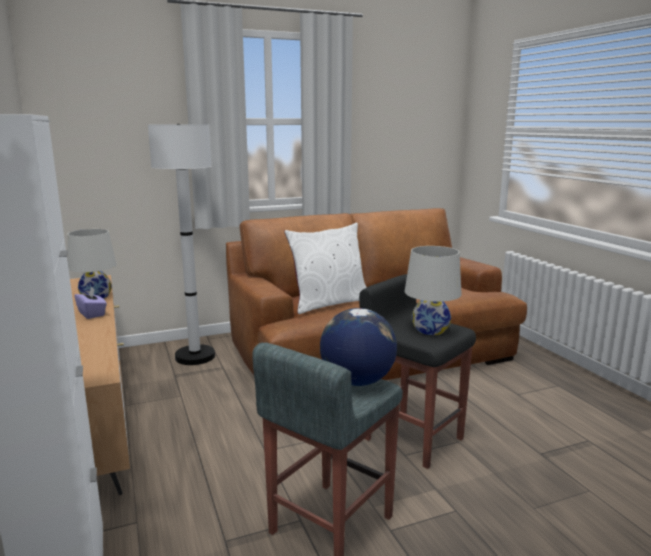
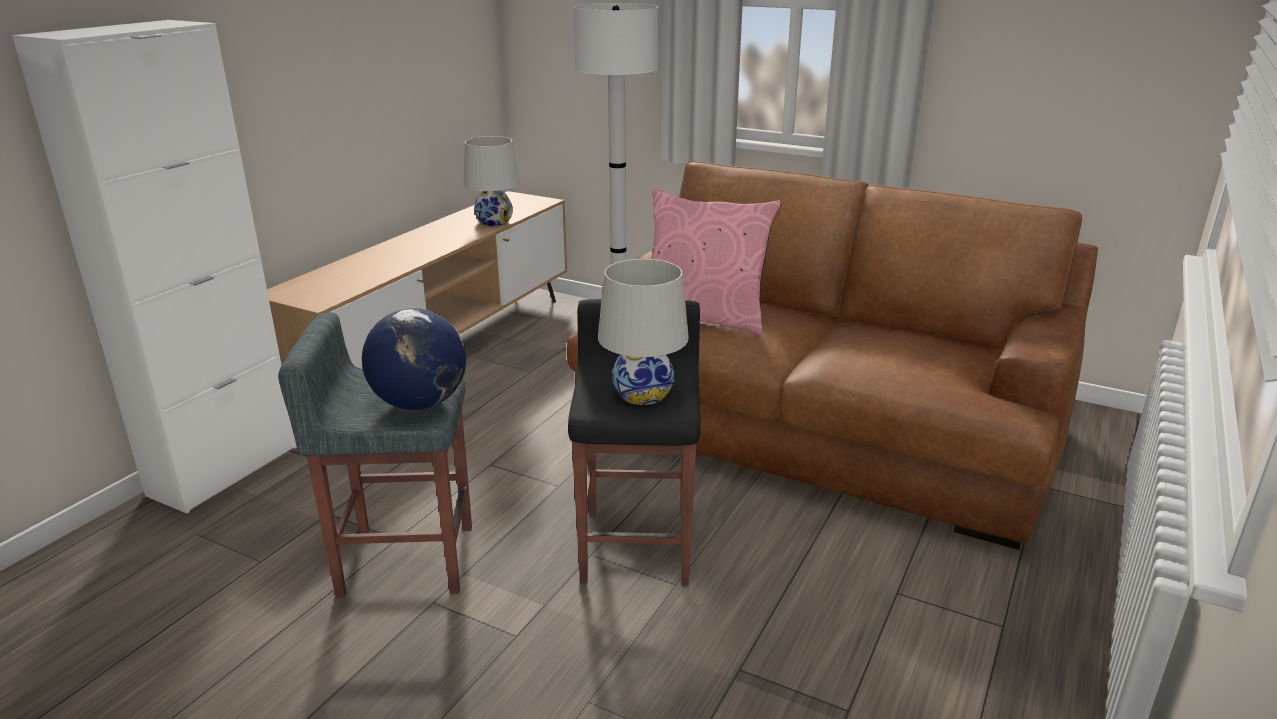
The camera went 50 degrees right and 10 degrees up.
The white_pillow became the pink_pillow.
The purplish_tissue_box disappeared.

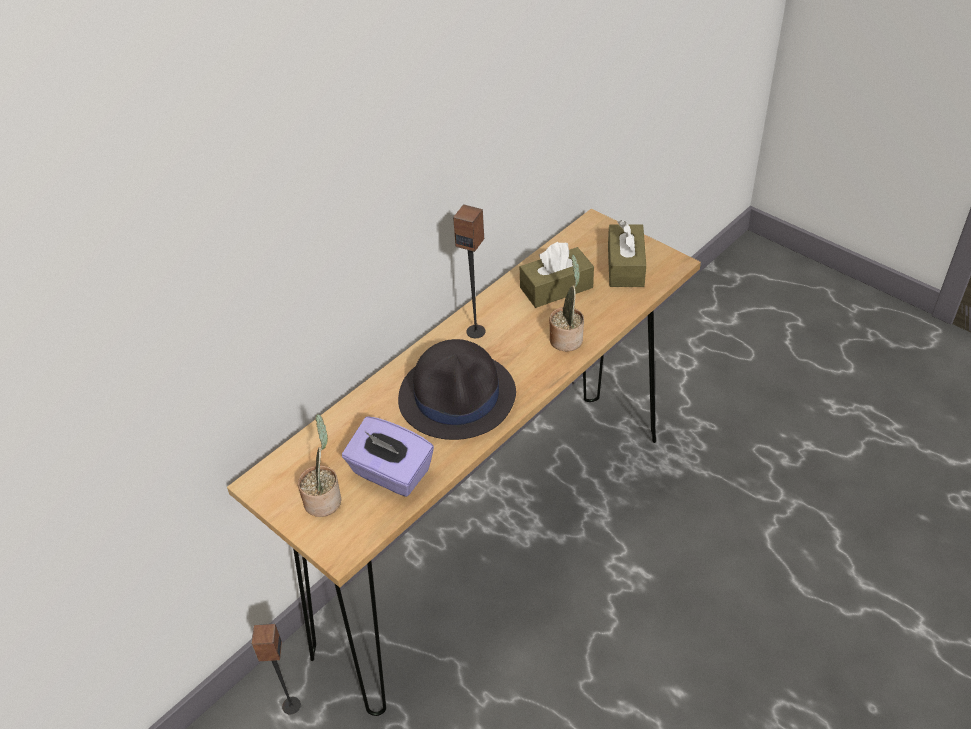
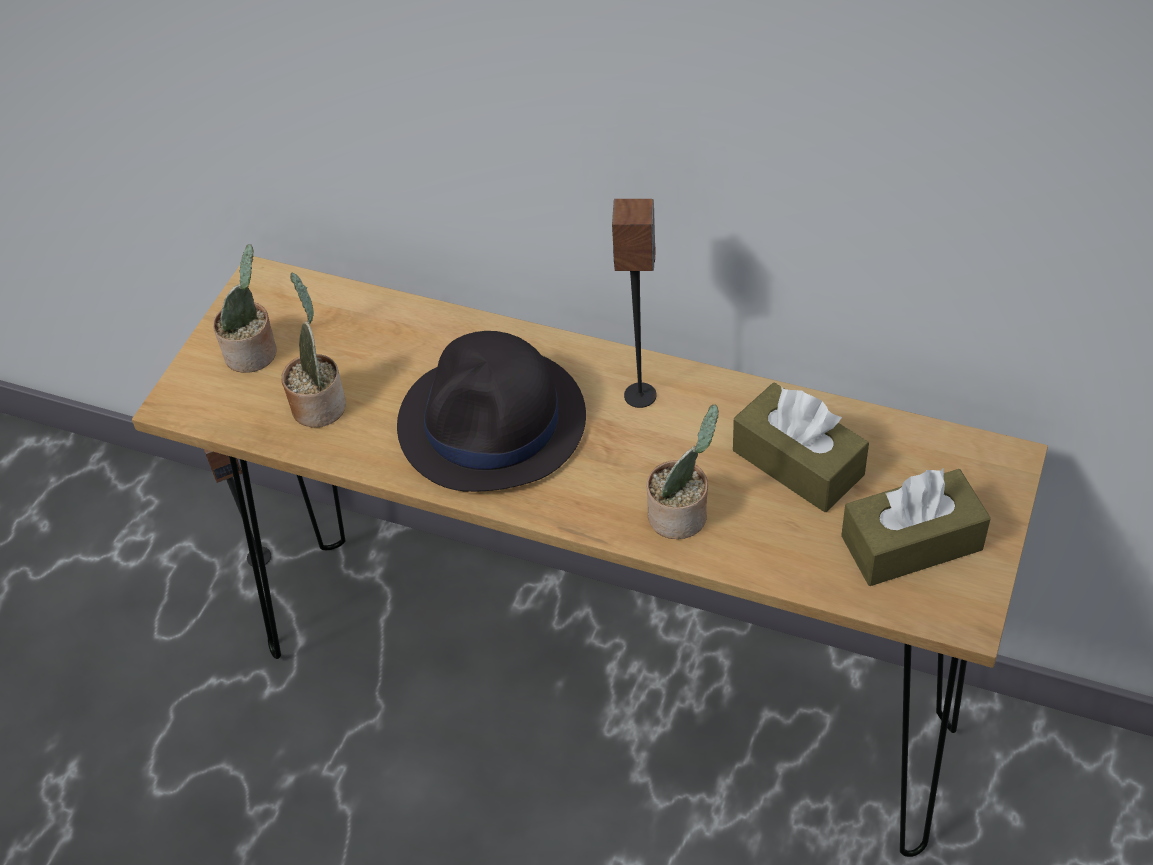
The camera went 70 degrees right and 5 degrees up.
The purplish_tissue_box was replaced by the potted_plant (2nd from left).

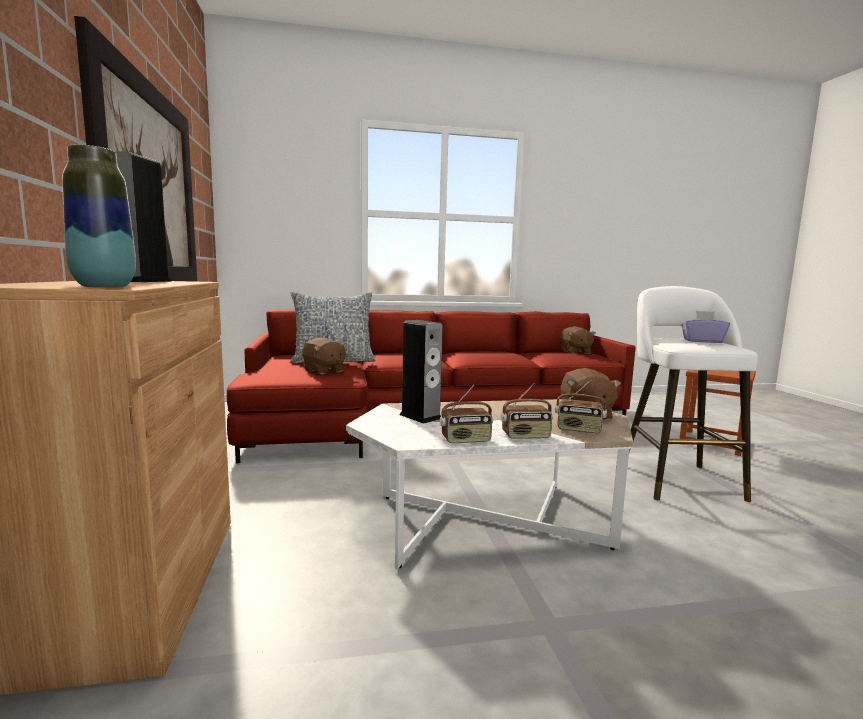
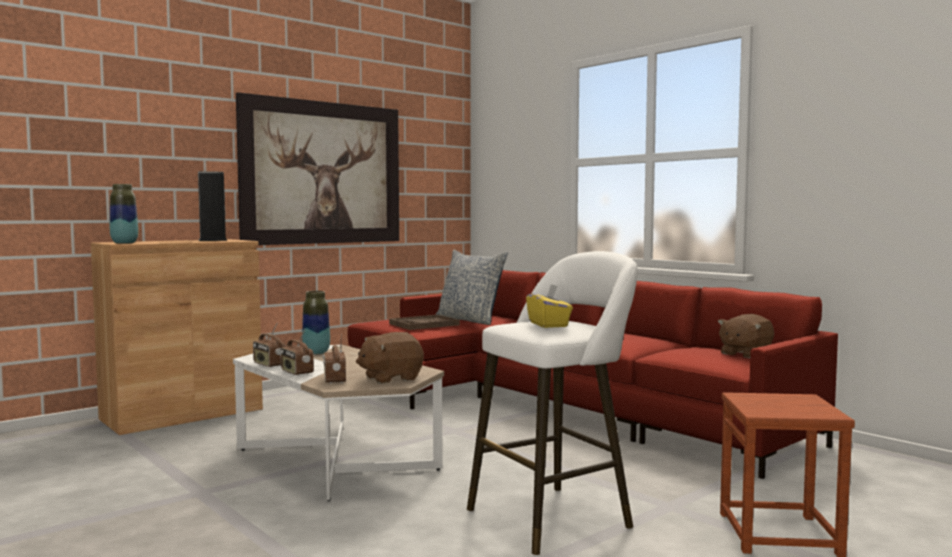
The camera went 60 degrees right and 5 degrees down.
The purplish_tissue_box became the yellow_tissue_box.
The loudspeaker (2nd from left) was replaced by the flower_vase (2nd from left).
The brownish_soft_toy (1st from left) was replaced by the brownish_serving_tray.

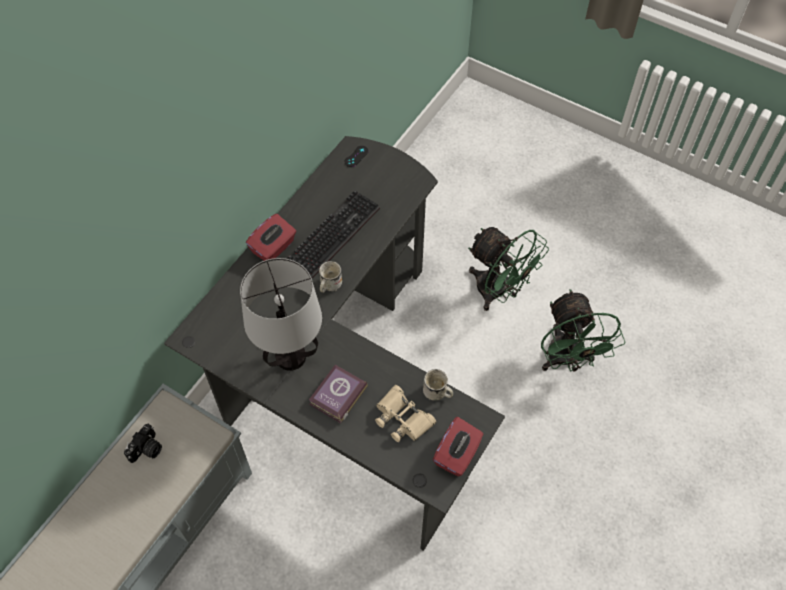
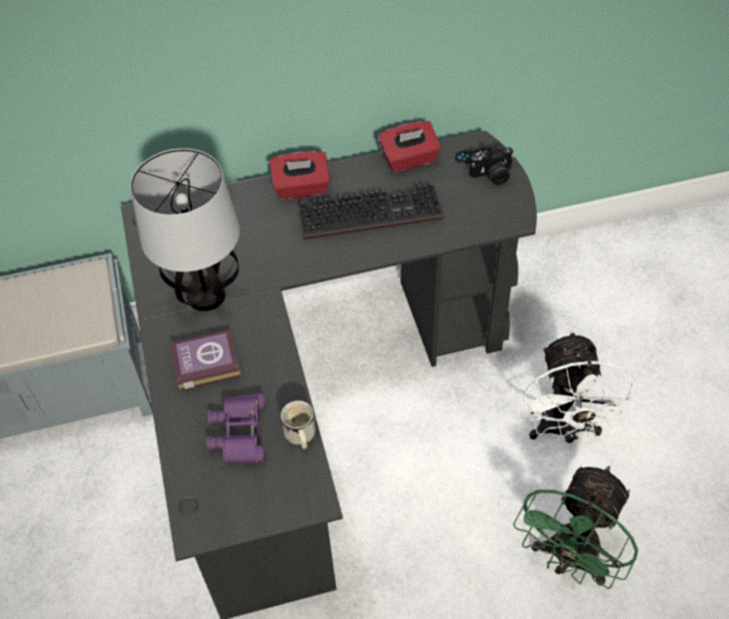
The camera went 45 degrees right and 5 degrees down.
The green_fan (1st from left) became the white_fan.
The white_tea_mug (1st from left) disappeared.
The beige_binoculars became the purplish_binoculars.
The reddish_tissue_box (2nd from left) moved.
The still_camera moved.

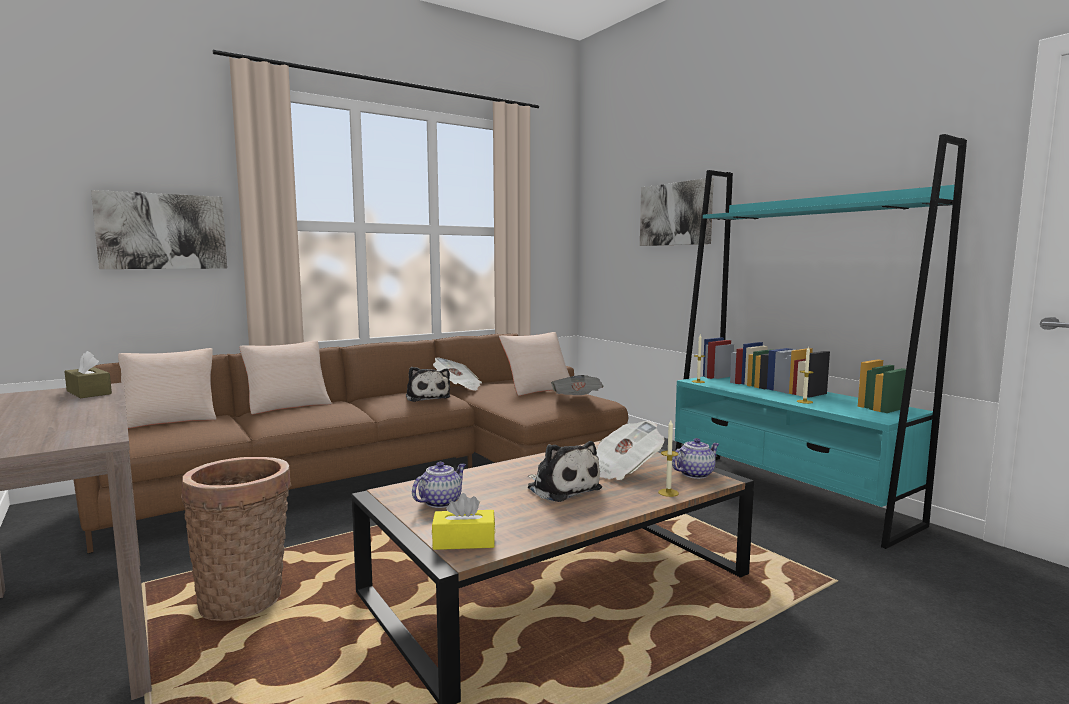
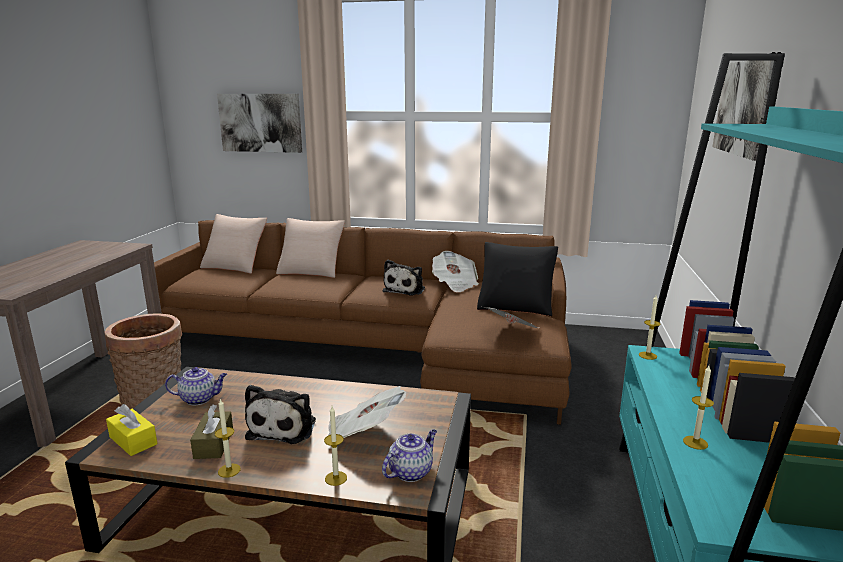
The camera went 45 degrees right and 10 degrees up.
The beige_pillow (3rd from left) became the black_pillow.
The brownish_tissue_box moved.
The teapot (2nd from left) turned 60 degrees counterclockwise.
The candle (1st from left) appeared.

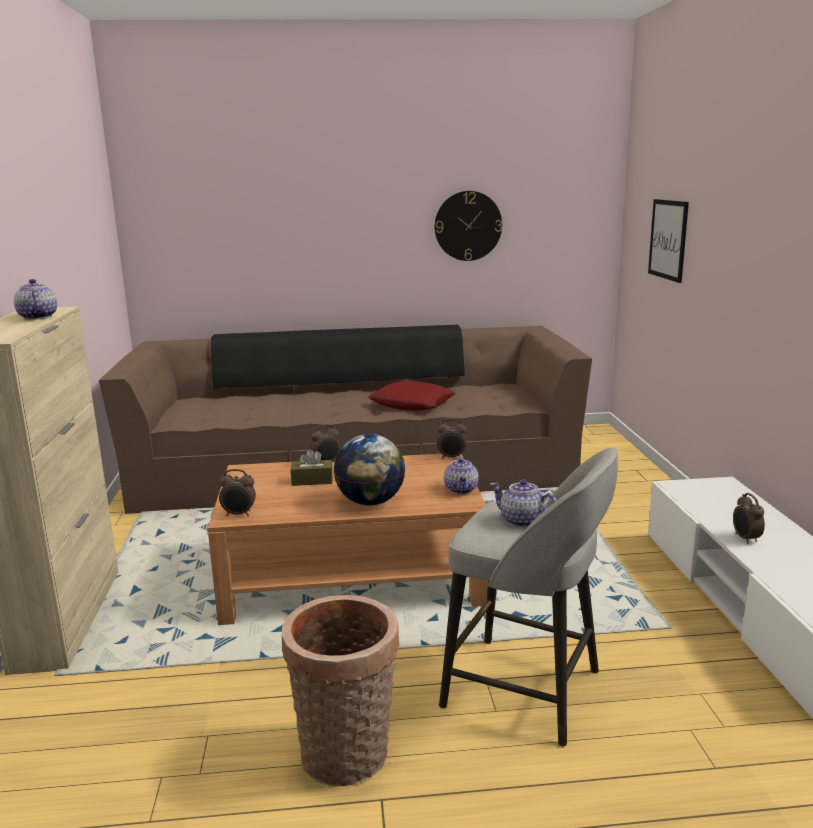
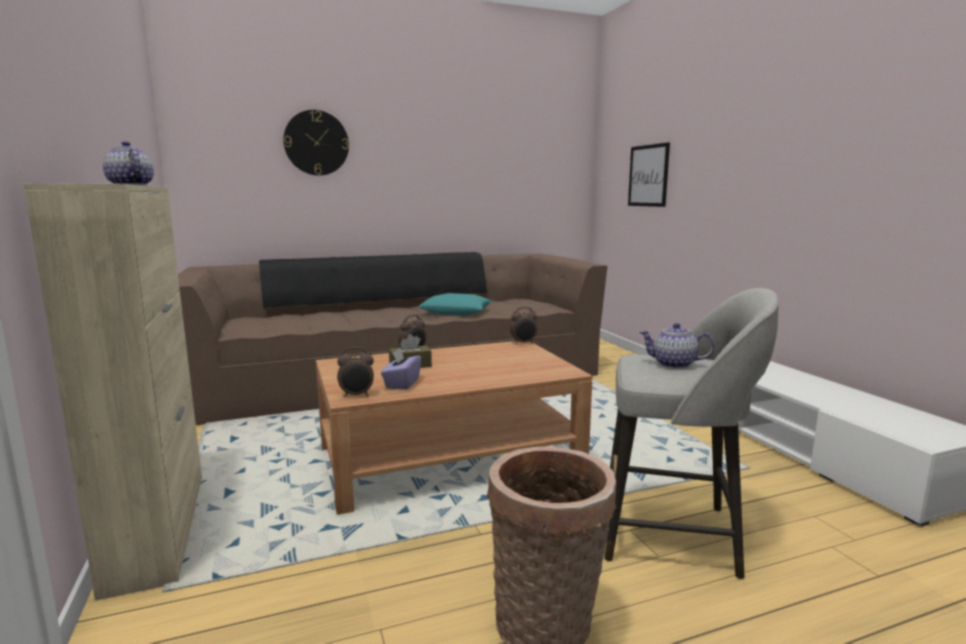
The camera went 15 degrees left and 5 degrees down.
The wall_clock moved.
The reddish_pillow became the turquoise_pillow.
The desk_globe disappeared.
The teapot (2nd from left) disappeared.
The alarm_clock (4th from left) disappeared.
The purplish_tissue_box appeared.

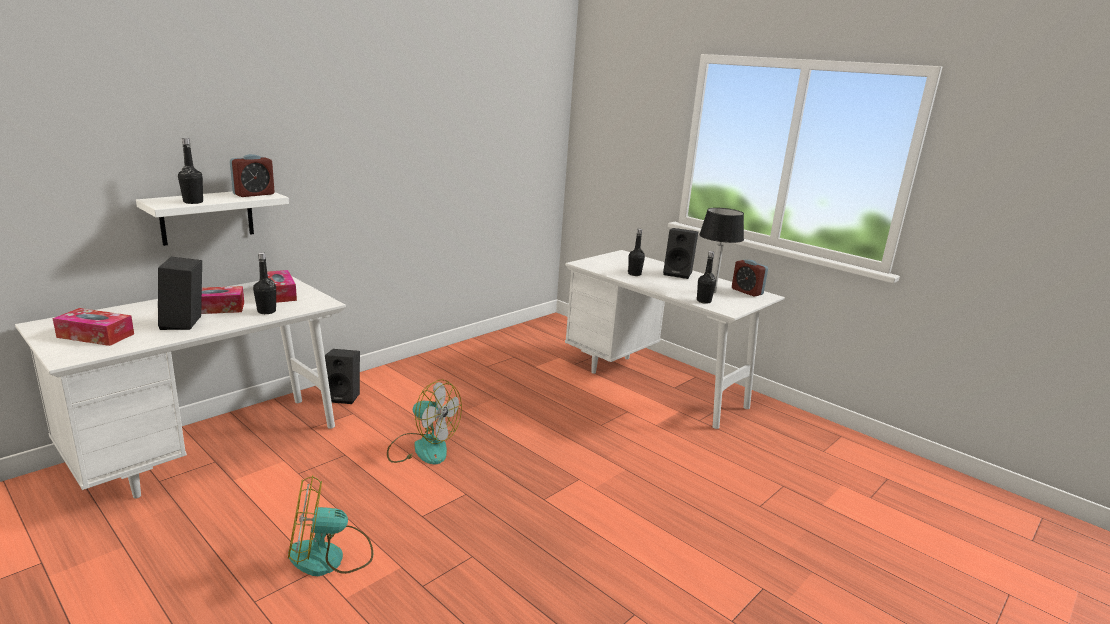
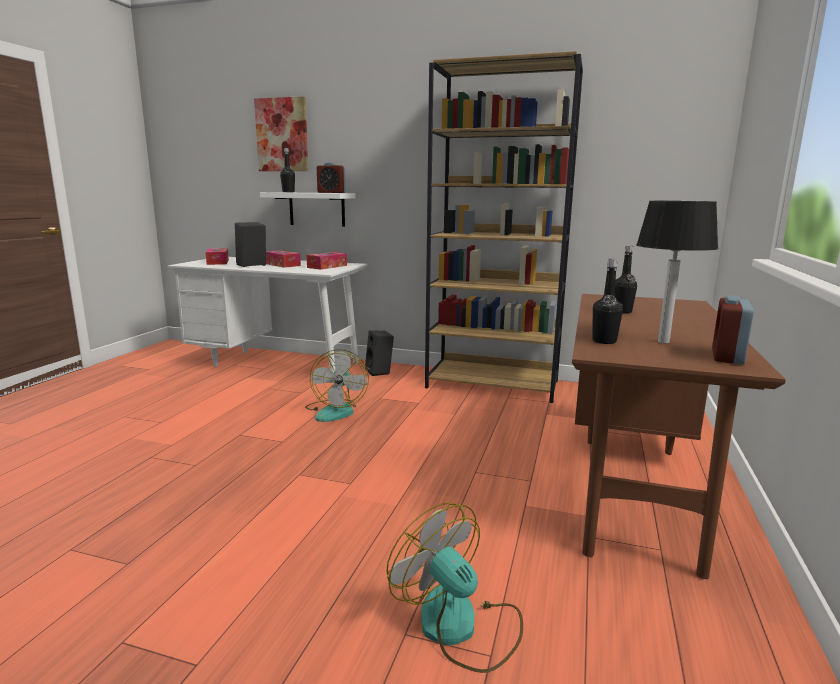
The camera went 65 degrees right and 5 degrees down.
The black_loudspeaker (3rd from left) disappeared.
The white_desk_unit (2nd from left) became the brownish_desk_unit.
The black_beverage_bottle (2nd from left) disappeared.
The fan (1st from left in the first image) moved.
The brownish_bookcase appeared.
The wall_art appeared.

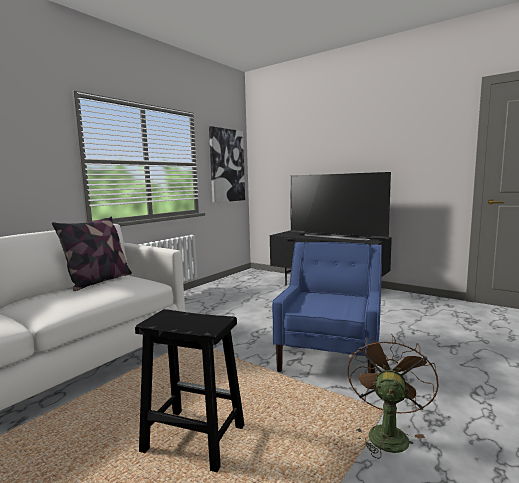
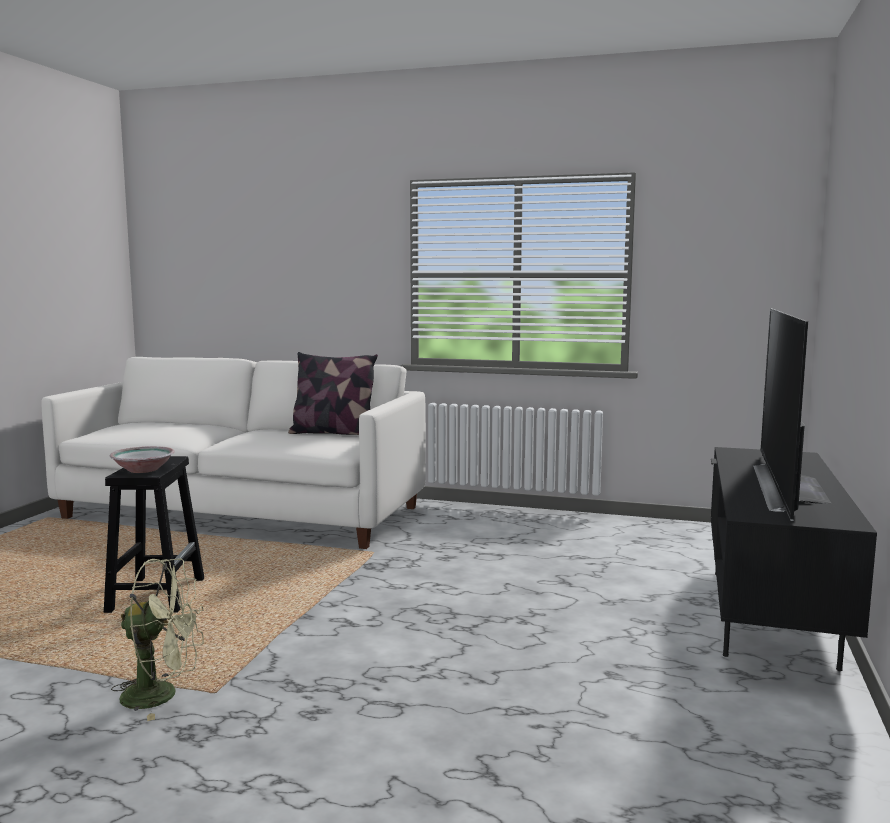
The camera went 70 degrees right and 0 degrees up.
The wall_art disappeared.
The blue_easy_chair disappeared.
The brownish_fan became the green_fan.
The bowl appeared.

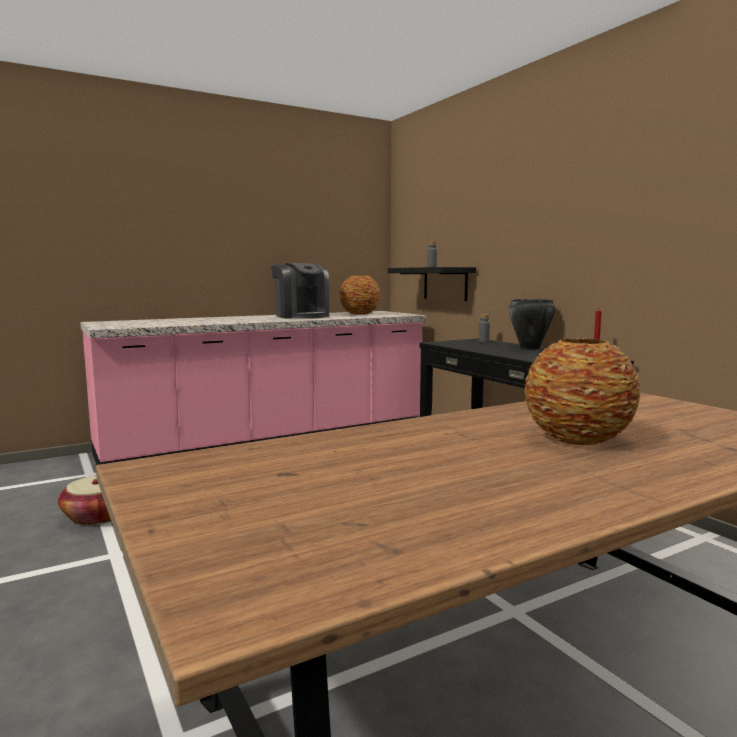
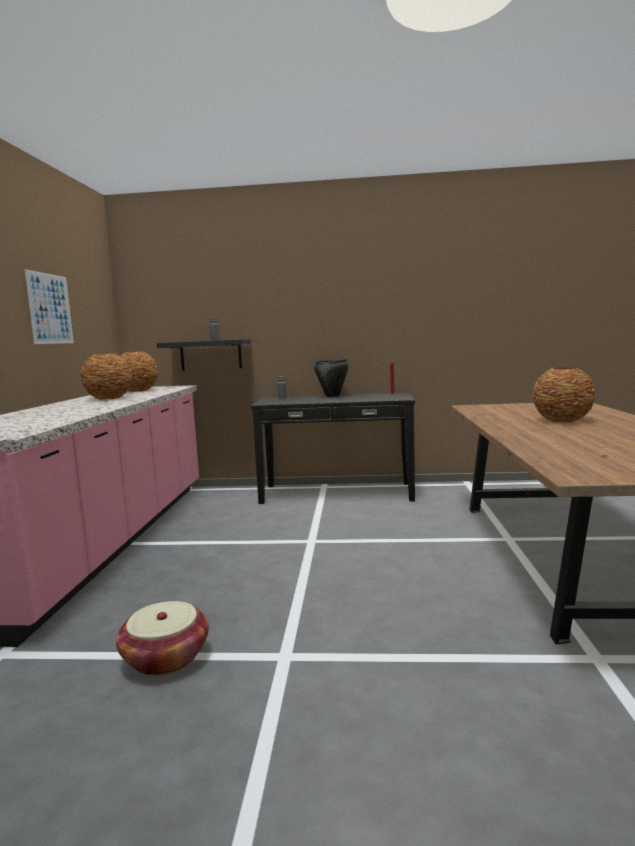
The camera went 55 degrees left and 0 degrees up.
The coffee_maker was replaced by the flower_vase (1st from left).
The wall_art appeared.

